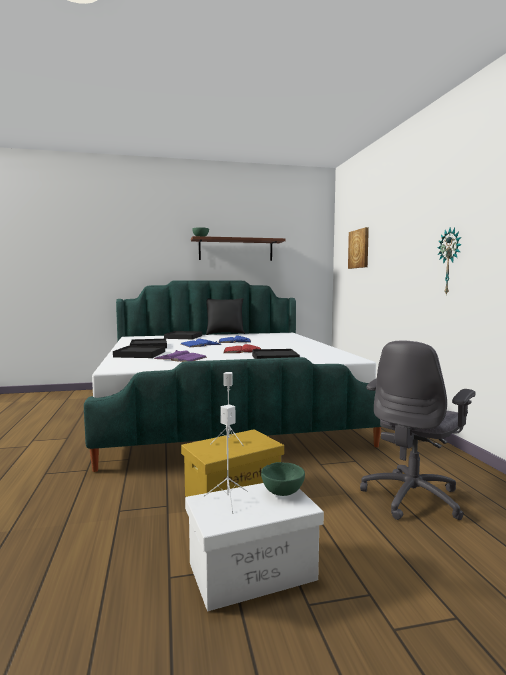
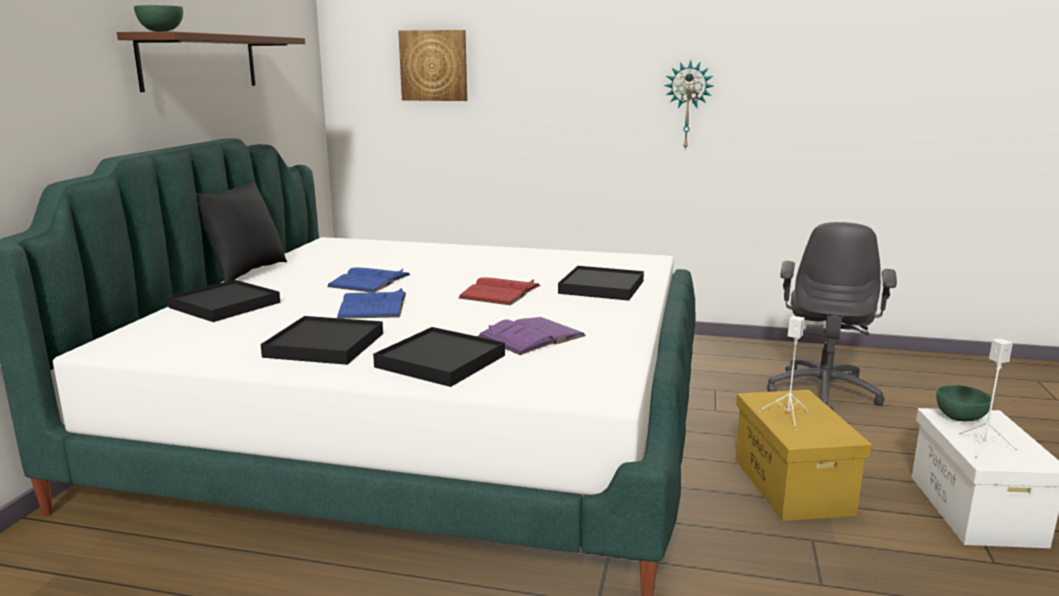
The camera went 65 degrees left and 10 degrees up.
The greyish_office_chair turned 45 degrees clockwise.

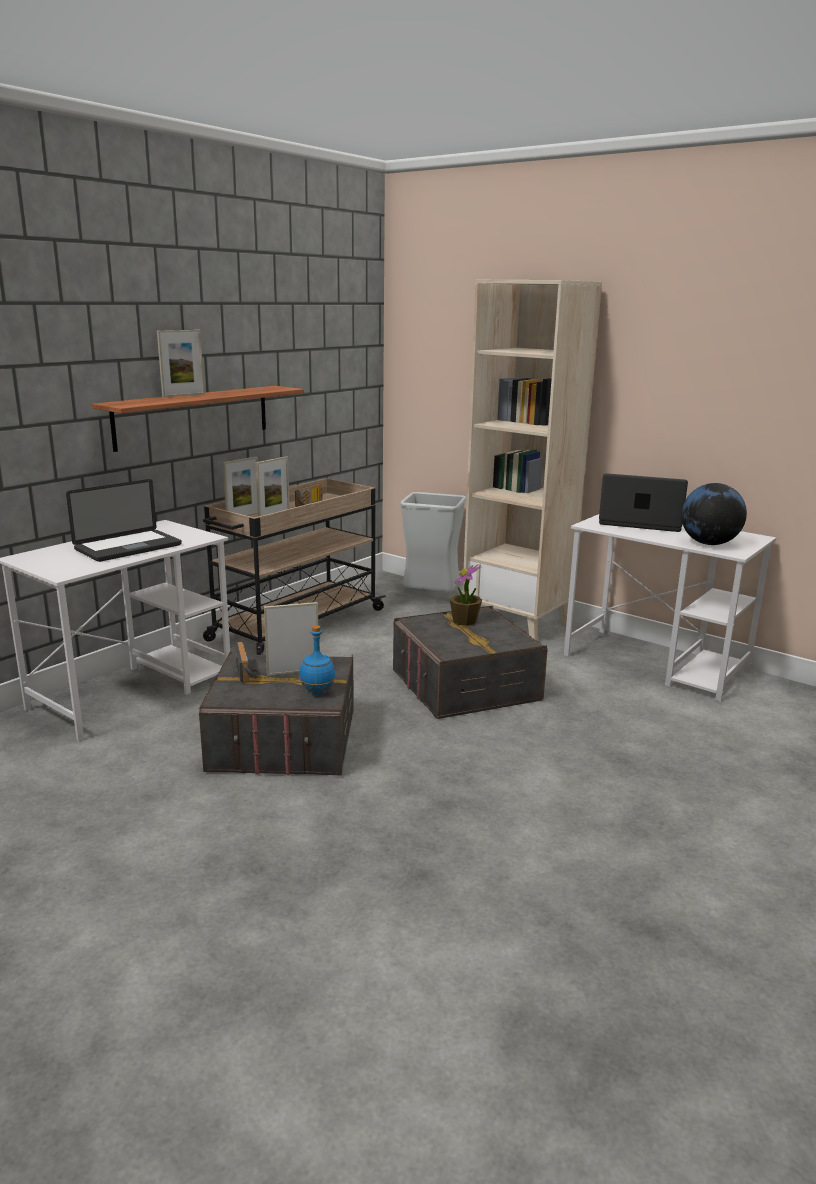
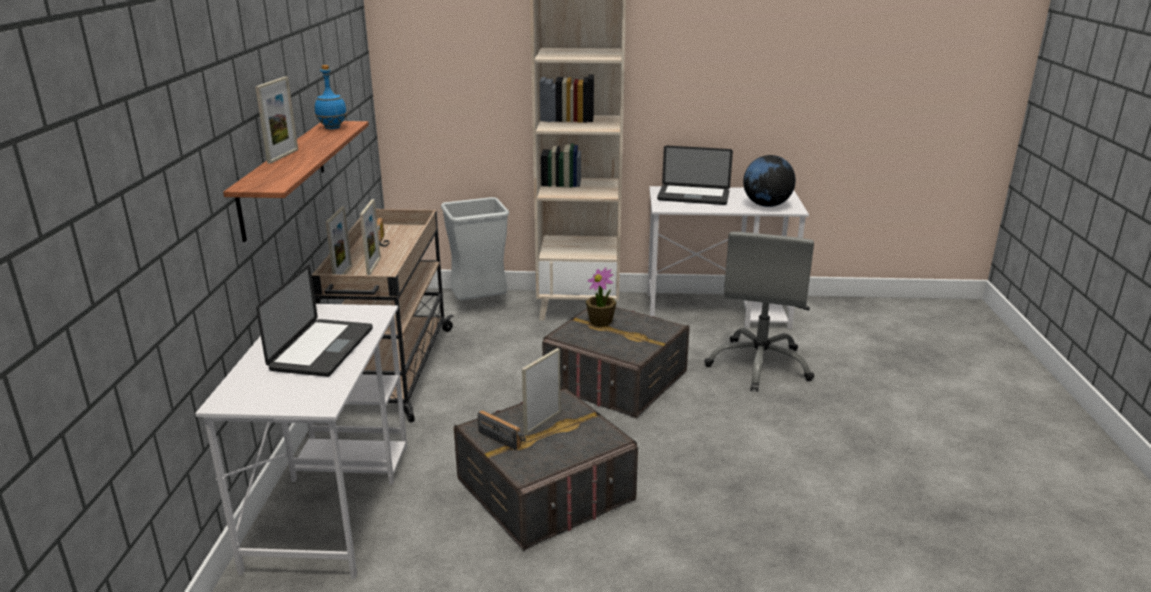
The camera went 35 degrees left and 5 degrees up.
The portable_computer (2nd from left) turned 150 degrees counterclockwise.
The blue_beverage_bottle moved.
The greyish_office_chair appeared.

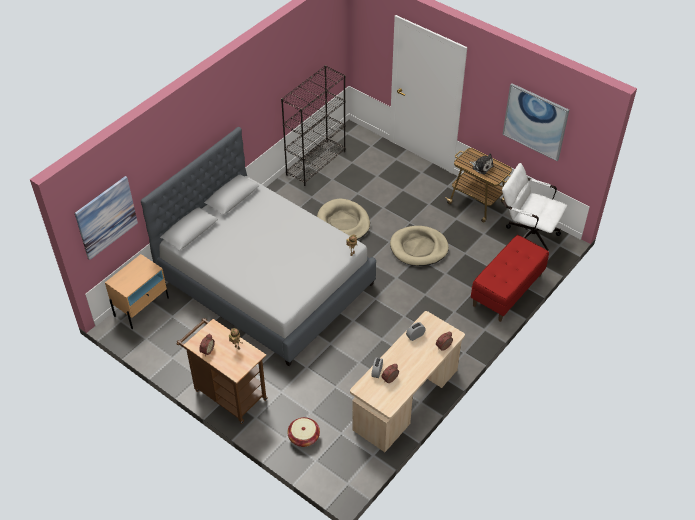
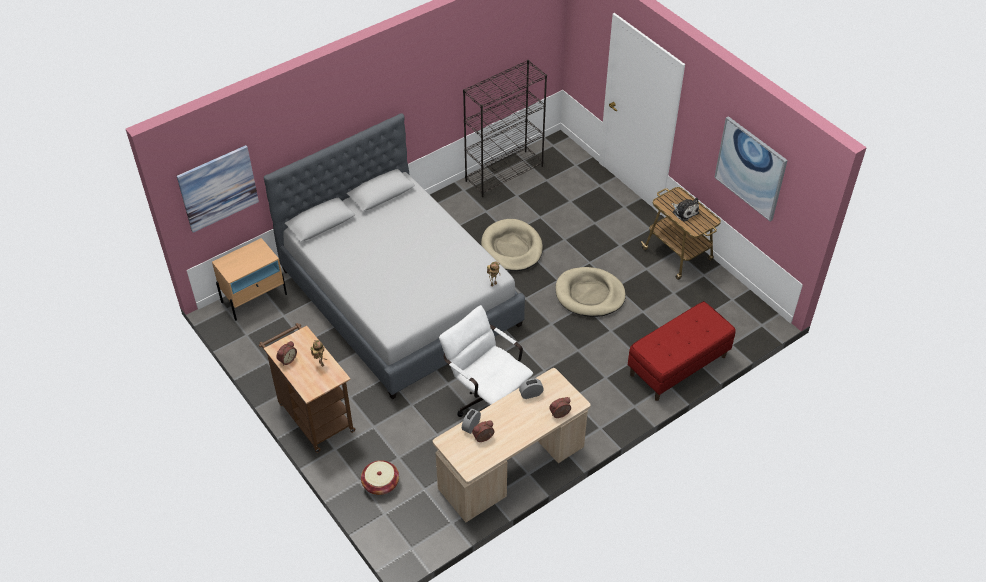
The camera went 15 degrees right and 0 degrees up.
The white_office_chair moved.

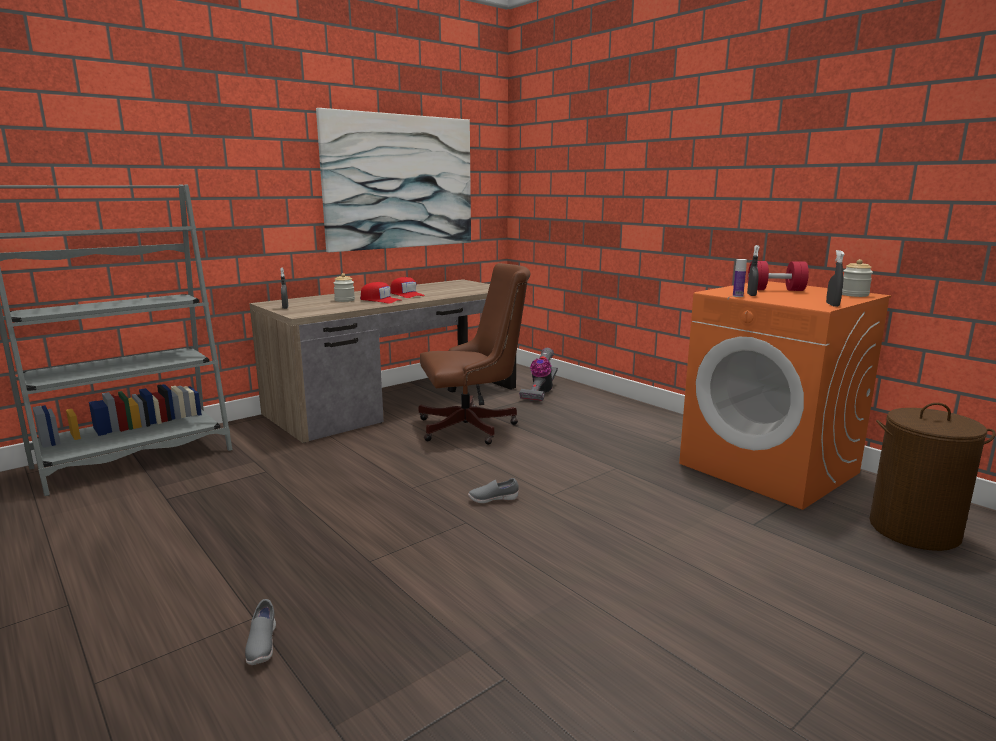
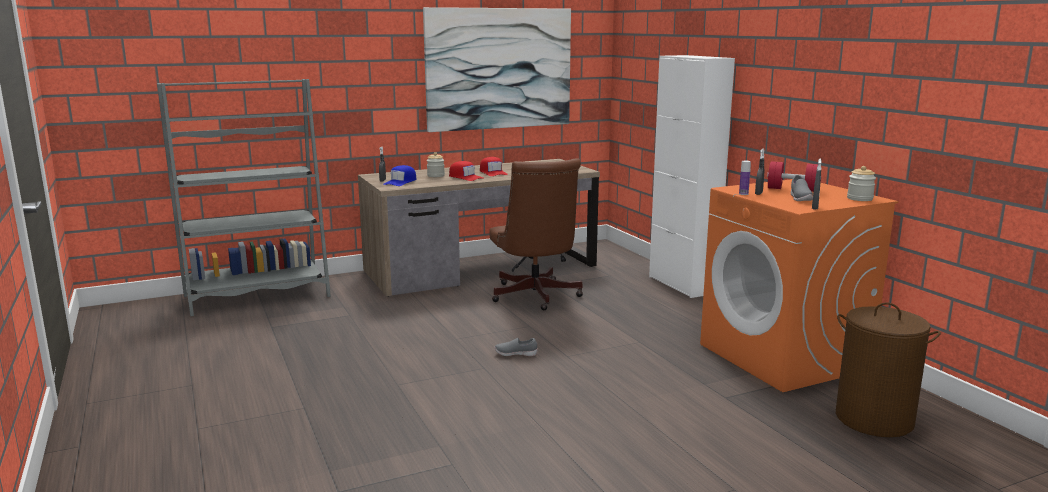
The camera went 15 degrees right and 0 degrees up.
The brownish_office_chair turned 75 degrees clockwise.
The hoover disappeared.
The greyish_shoe (1st from left in the first image) moved.
The white_storage_cabinet appeared.
The blue_cap appeared.

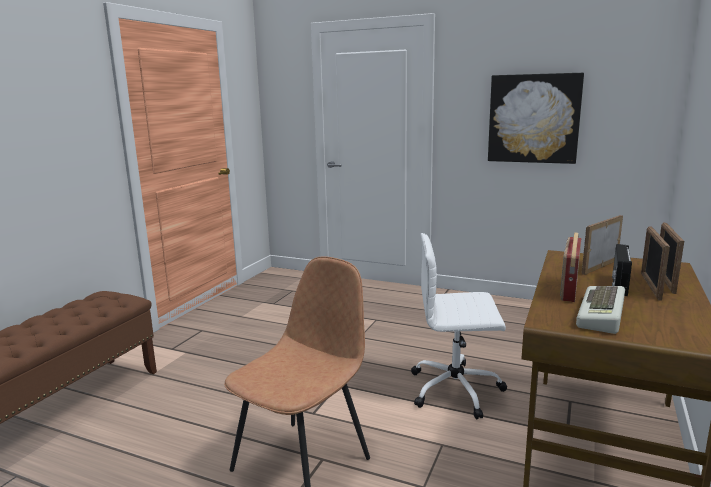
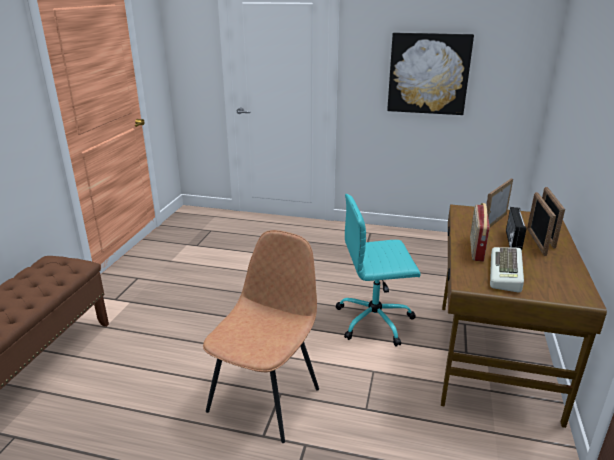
The camera went 10 degrees left and 10 degrees up.
The white_office_chair became the turquoise_office_chair.

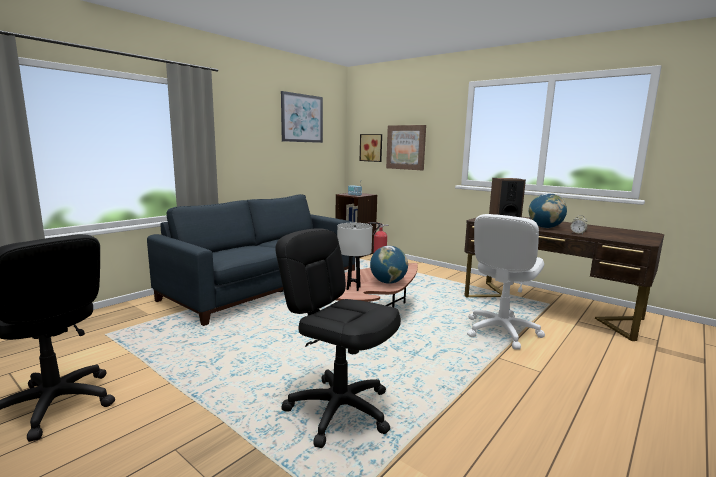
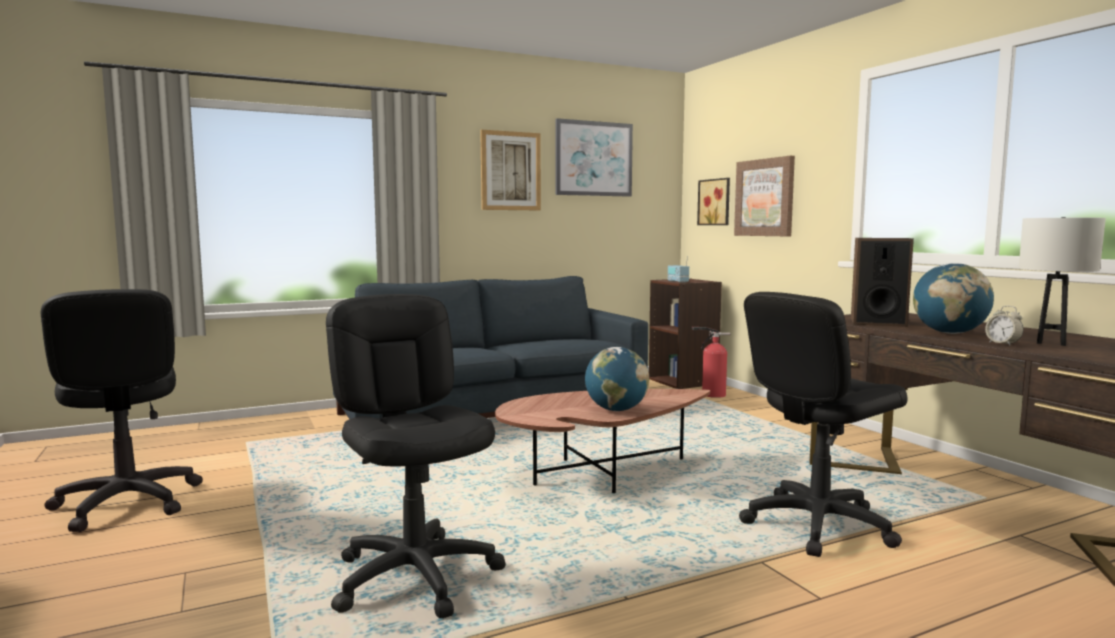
The camera went 25 degrees right and 5 degrees down.
The white_office_chair became the black_office_chair (3rd from left).
The white_tabletop_lamp moved.
The wall_art (1st from left) appeared.

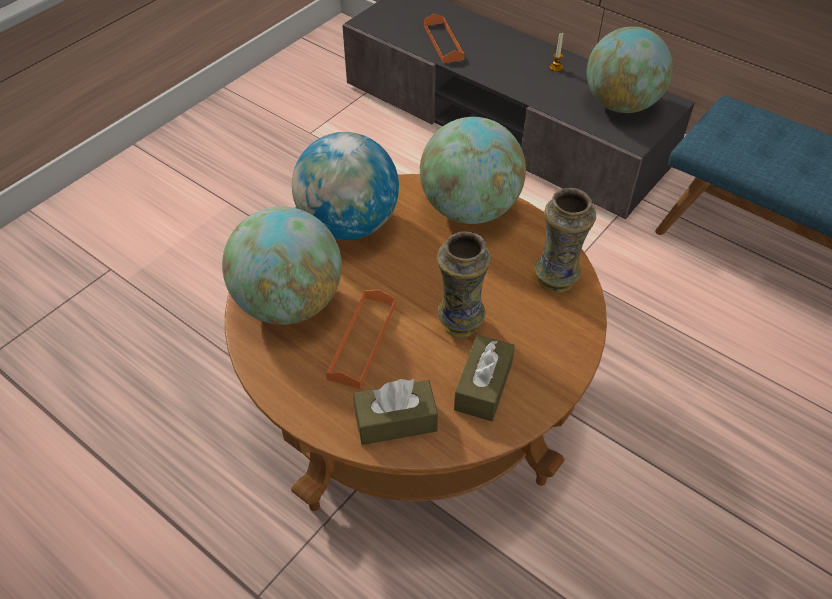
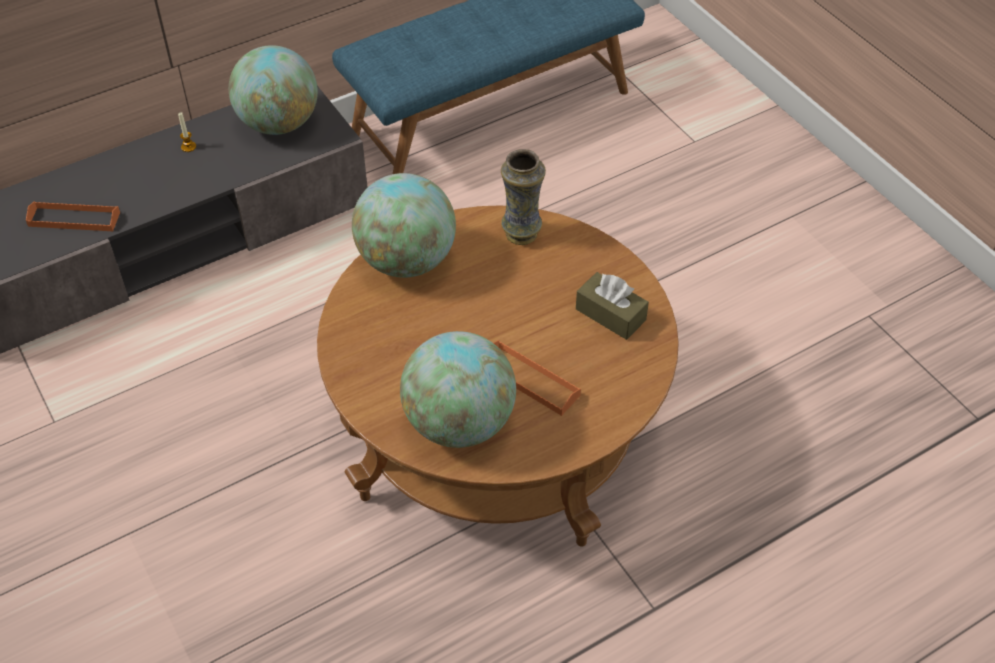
The camera went 70 degrees left and 0 degrees up.
The desk_globe (2nd from left) disappeared.
The flower_vase (1st from left) disappeared.
The brownish_tissue_box (1st from left) disappeared.

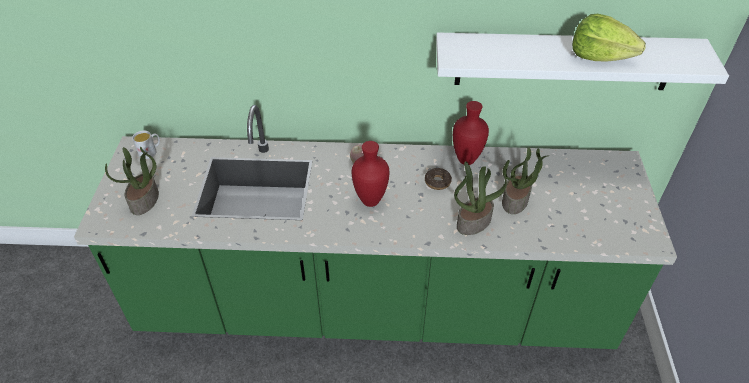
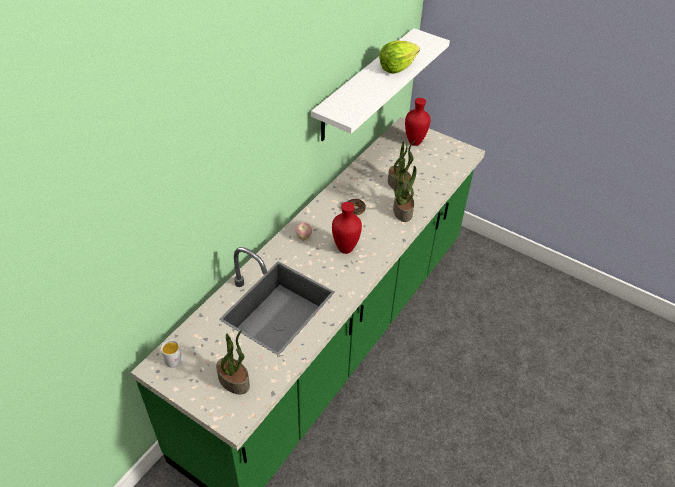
The camera went 60 degrees left and 0 degrees up.
The reddish_flower_vase (2nd from left) moved.

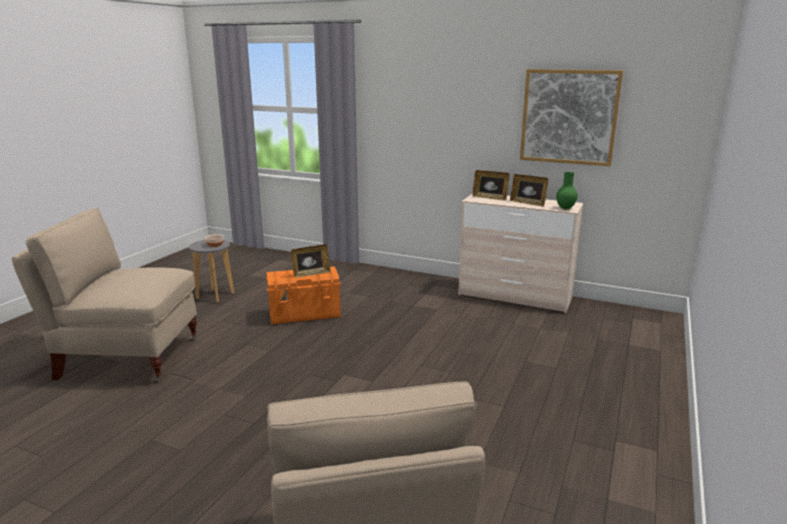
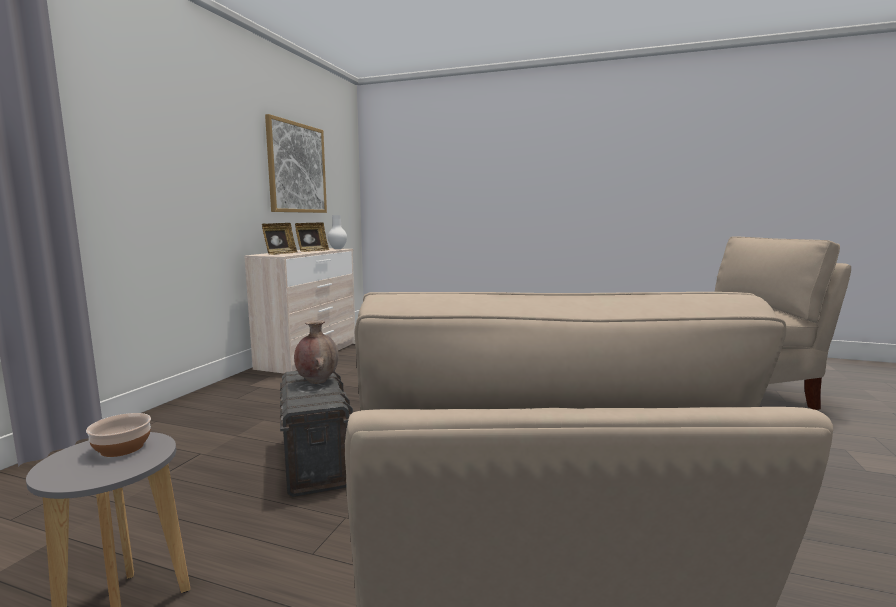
The camera went 95 degrees left and 10 degrees down.
The green_flower_vase became the white_flower_vase.
The photo_frame (1st from left) was replaced by the brownish_flower_vase.
The orangey_storage_container became the greyish_storage_container.

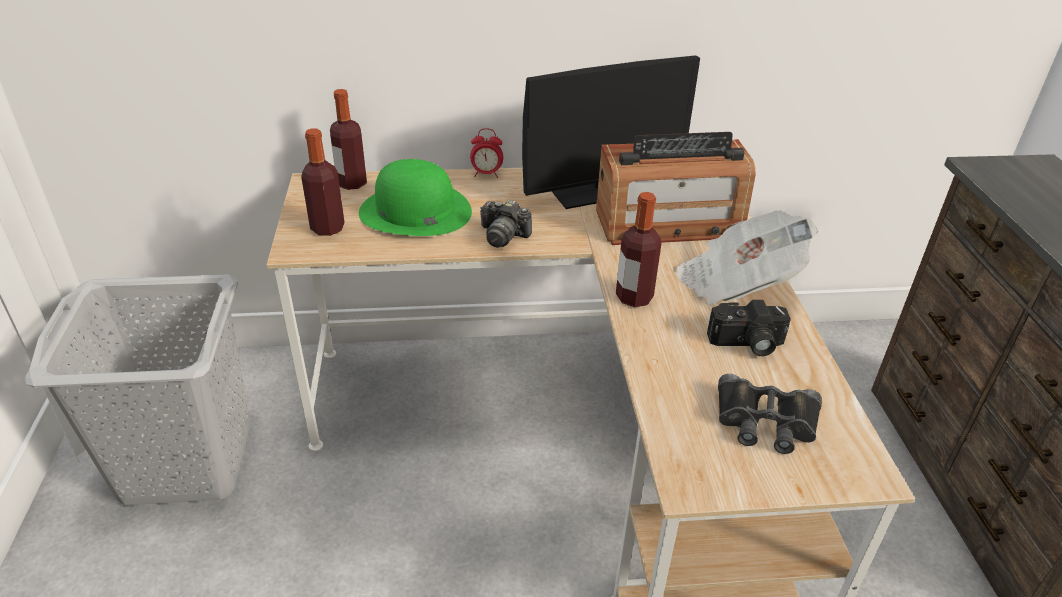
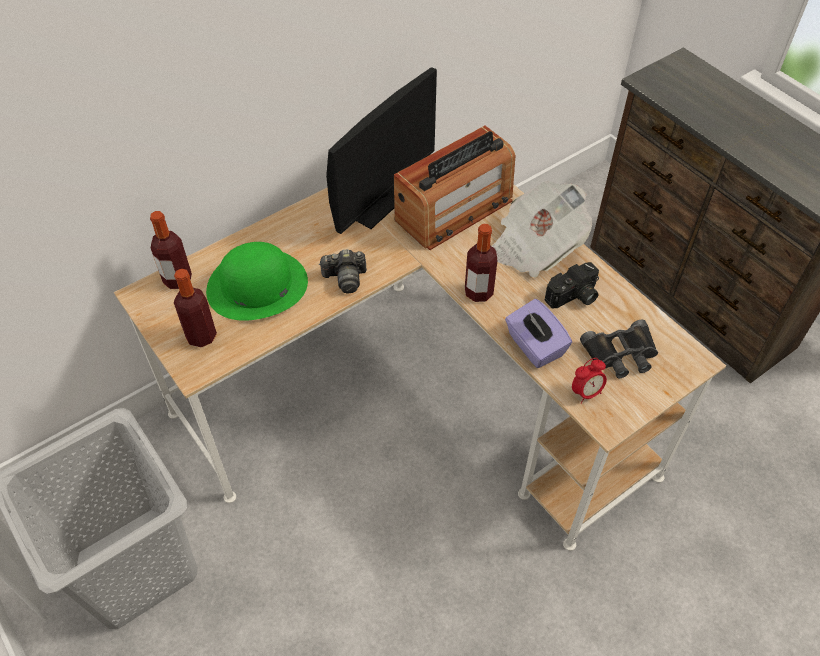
The camera went 30 degrees left and 15 degrees up.
The alarm_clock moved.
The purplish_tissue_box appeared.

